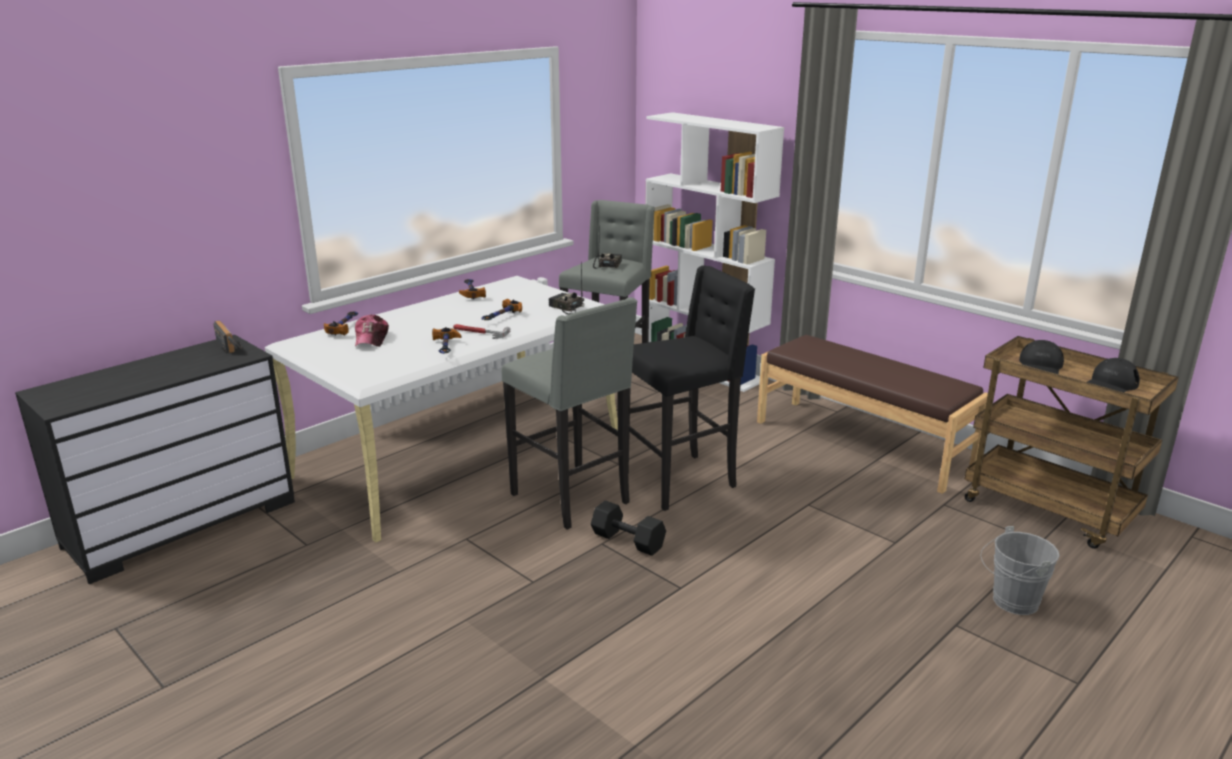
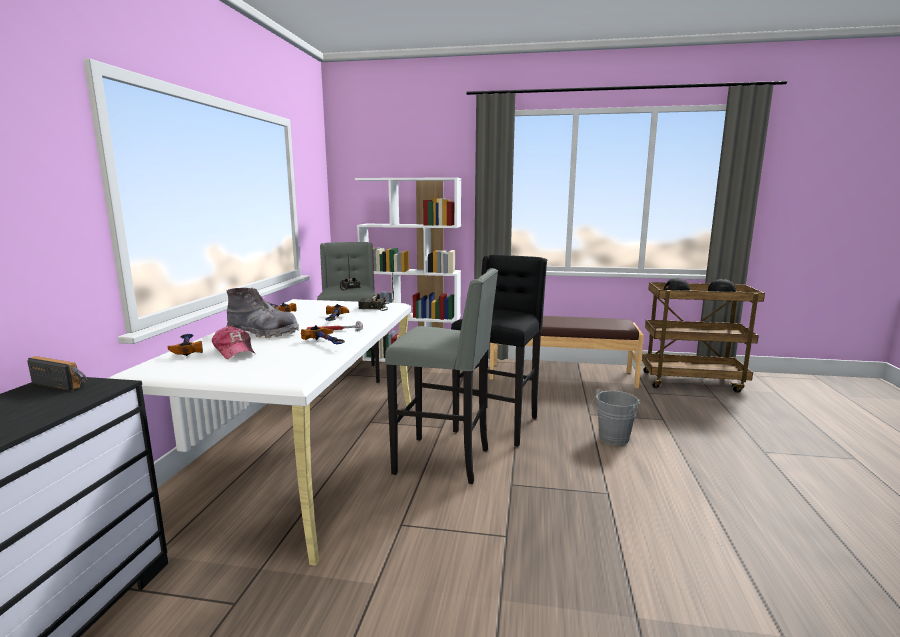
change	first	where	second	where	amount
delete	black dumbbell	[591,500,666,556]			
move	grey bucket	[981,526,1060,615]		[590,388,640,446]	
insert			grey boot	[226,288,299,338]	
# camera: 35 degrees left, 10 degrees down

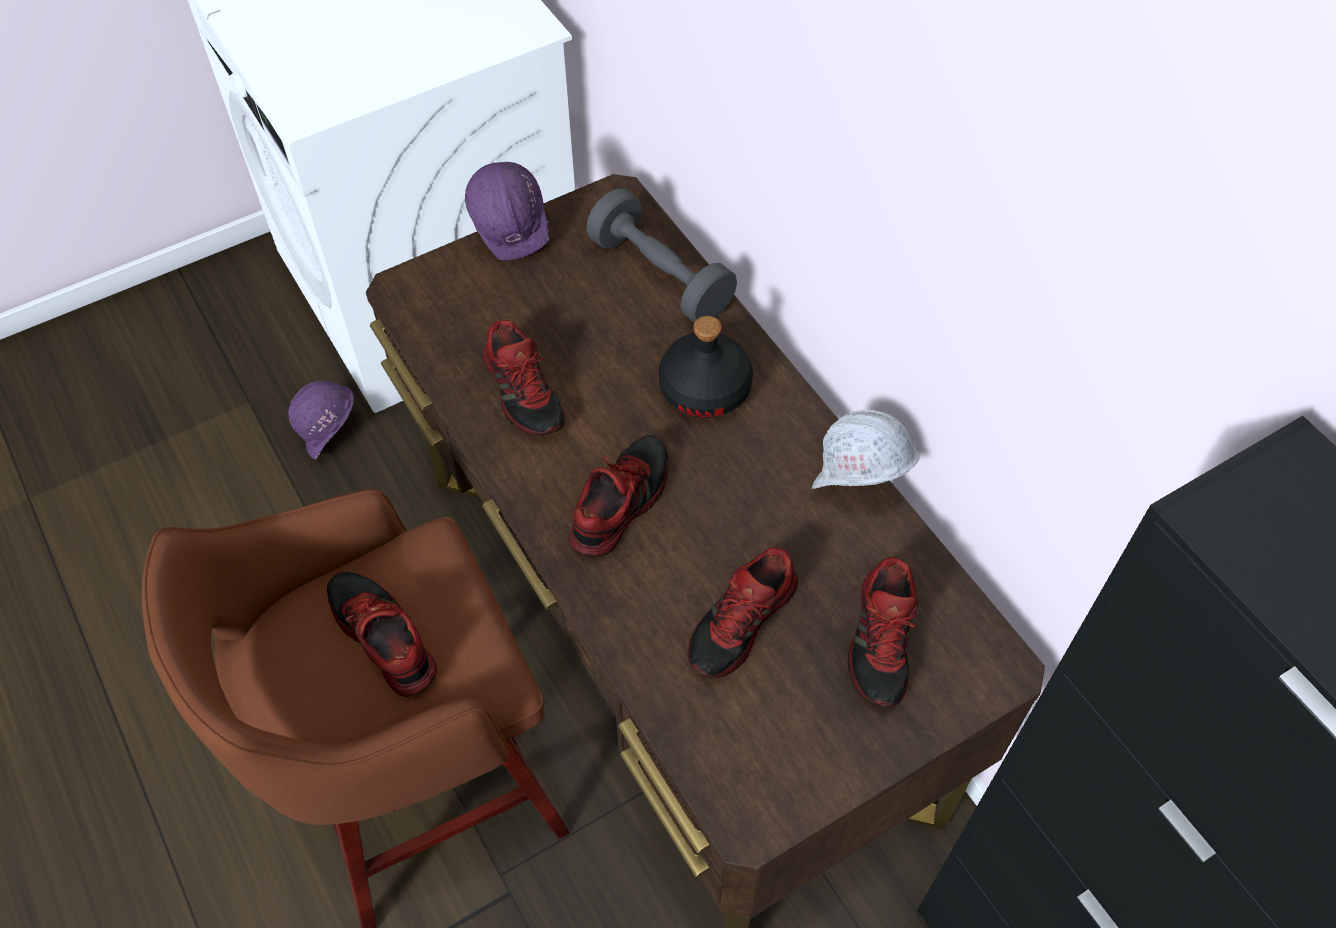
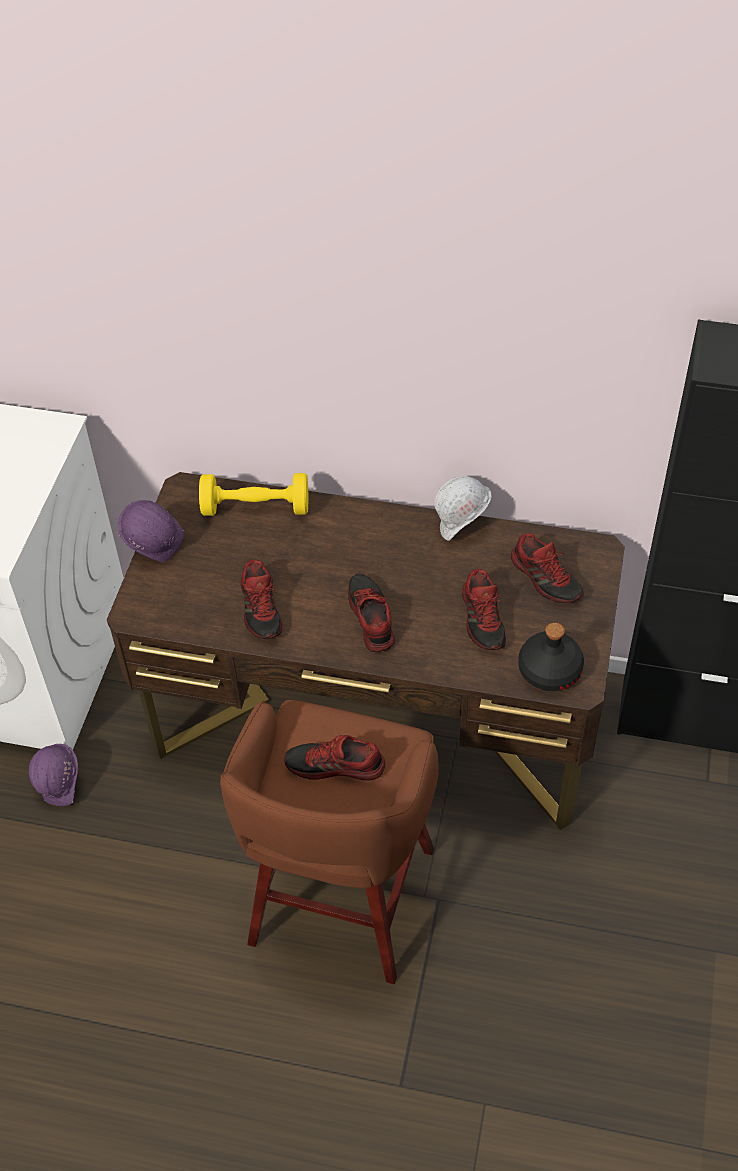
change	first	where	second	where	amount
recolor	grey dumbbell	[586,189,737,322]	yellow dumbbell	[199,473,308,516]	
move	black bottle	[659,316,753,418]		[518,622,584,691]	
rotate	shoe	[483,320,565,435]		[241,560,282,639]	60 degrees clockwise
# camera: 45 degrees left, 5 degrees down

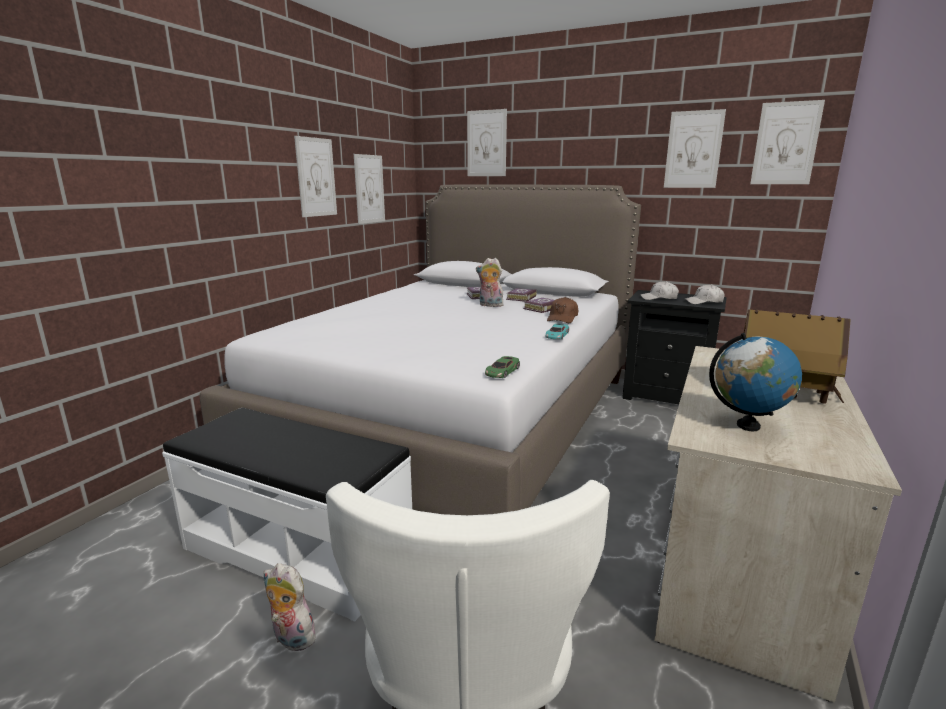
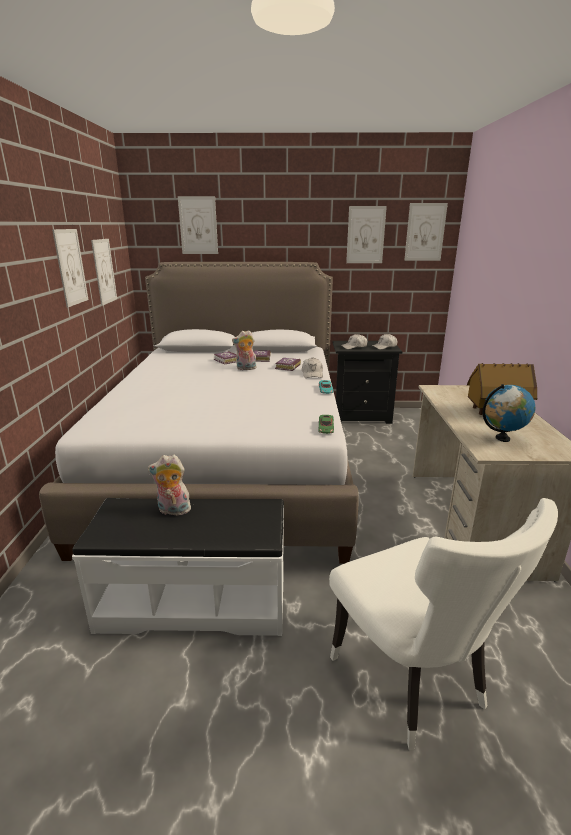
change	first	where	second	where	amount
recolor	brown cap	[547,297,578,323]	white cap	[302,357,323,378]	
move	plush toy	[263,563,321,651]		[148,455,191,515]	
# camera: 25 degrees left, 5 degrees up

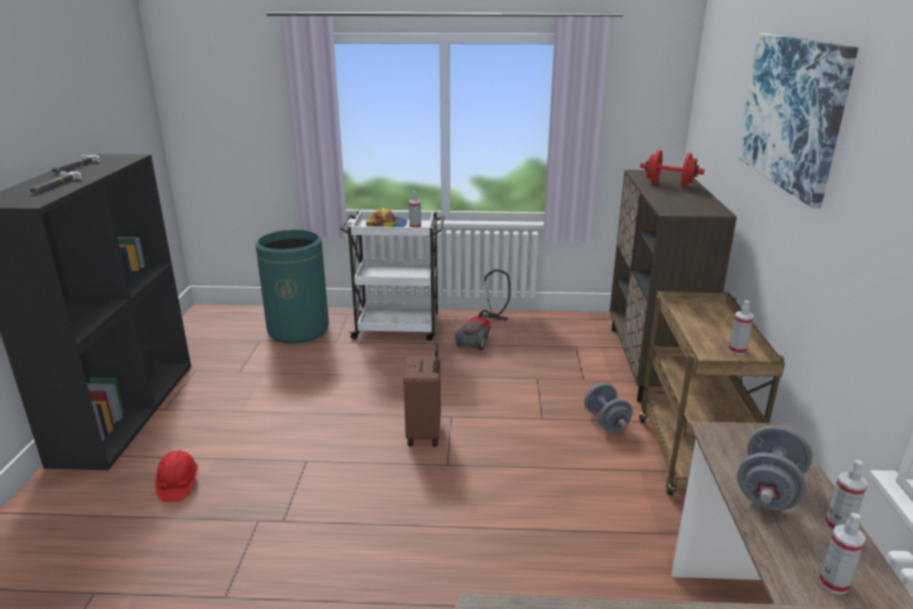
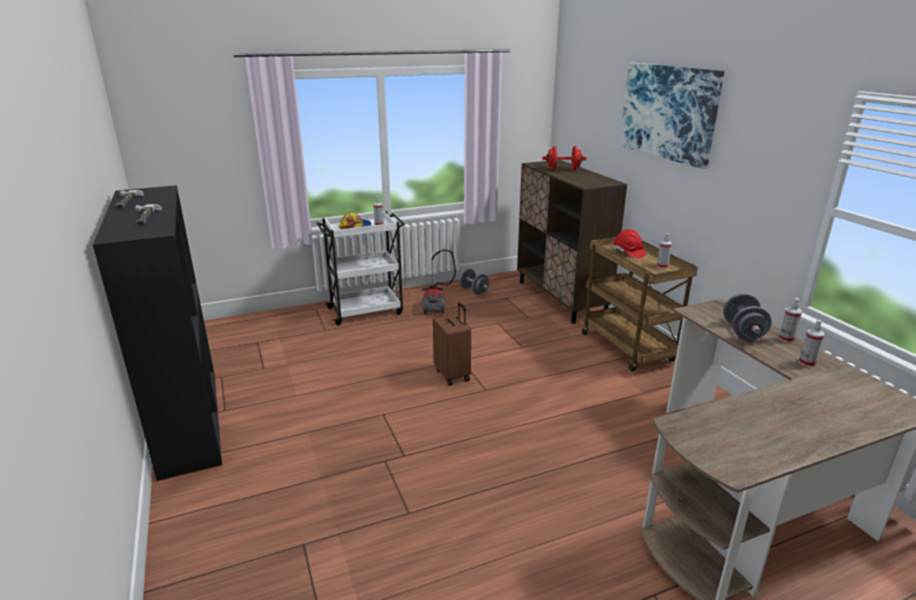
change	first	where	second	where	amount
delete	green trash can	[255,230,329,344]			
move	grey dumbbell	[584,383,633,432]		[459,269,489,295]	
move	red hard hat	[155,451,198,502]		[613,229,646,258]	
# camera: 25 degrees left, 0 degrees up

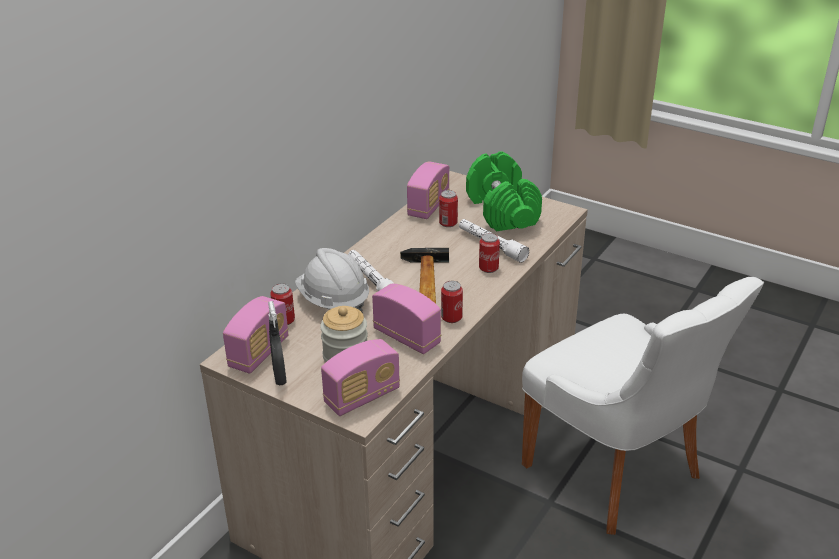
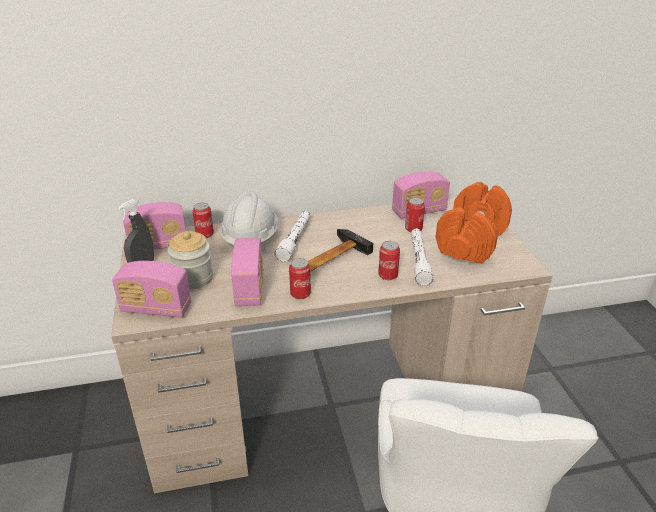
change	first	where	second	where	amount
recolor	green dumbbell	[466,151,542,231]	orange dumbbell	[436,182,512,264]	
# camera: 45 degrees right, 0 degrees up

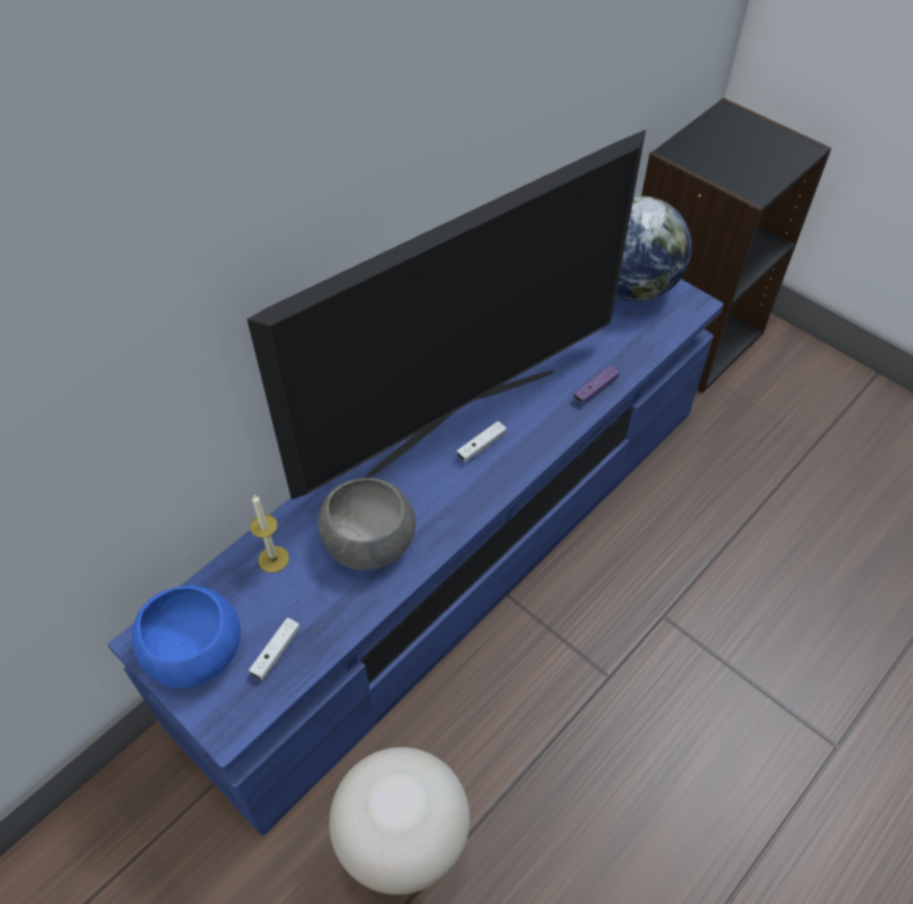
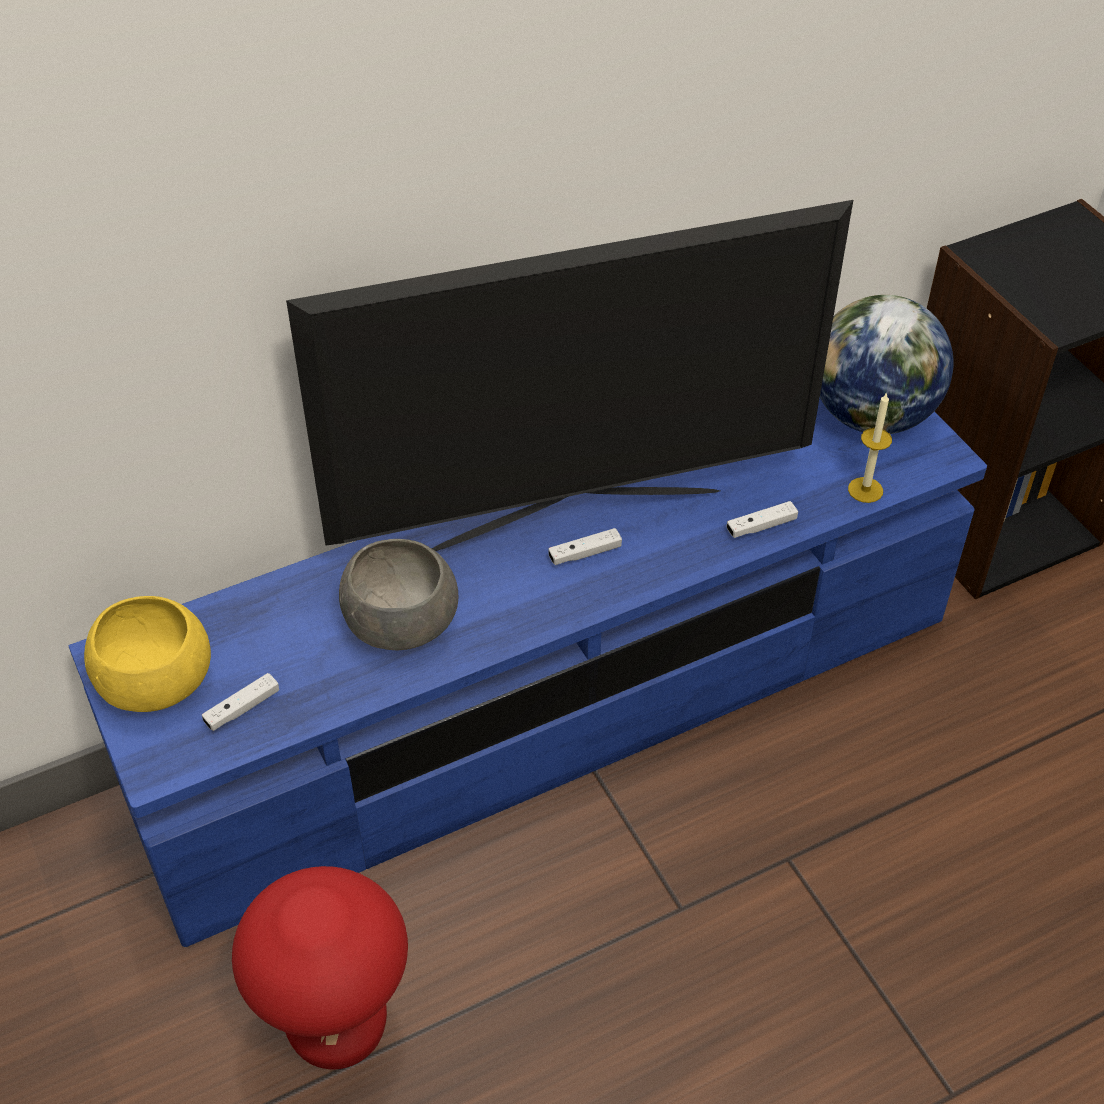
change	first	where	second	where	amount
recolor	purple game controller	[573,366,619,404]	white game controller	[727,501,798,538]	
move	candle	[250,495,289,573]		[848,392,892,503]	
recolor	blue bowl	[132,585,241,689]	yellow bowl	[84,596,211,712]	
recolor	beige stool	[329,747,470,895]	red stool	[232,866,408,1069]	
# camera: 20 degrees right, 5 degrees down

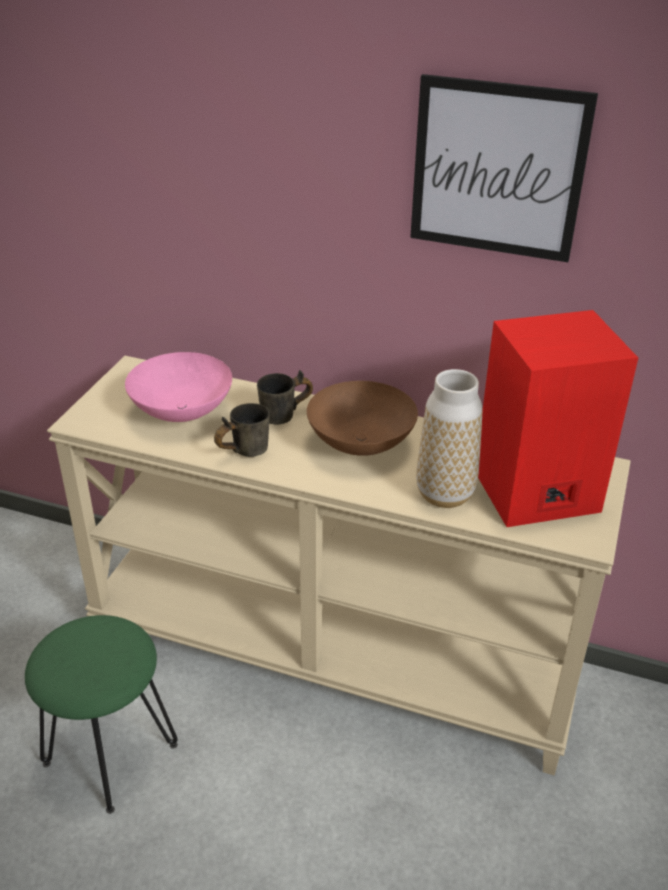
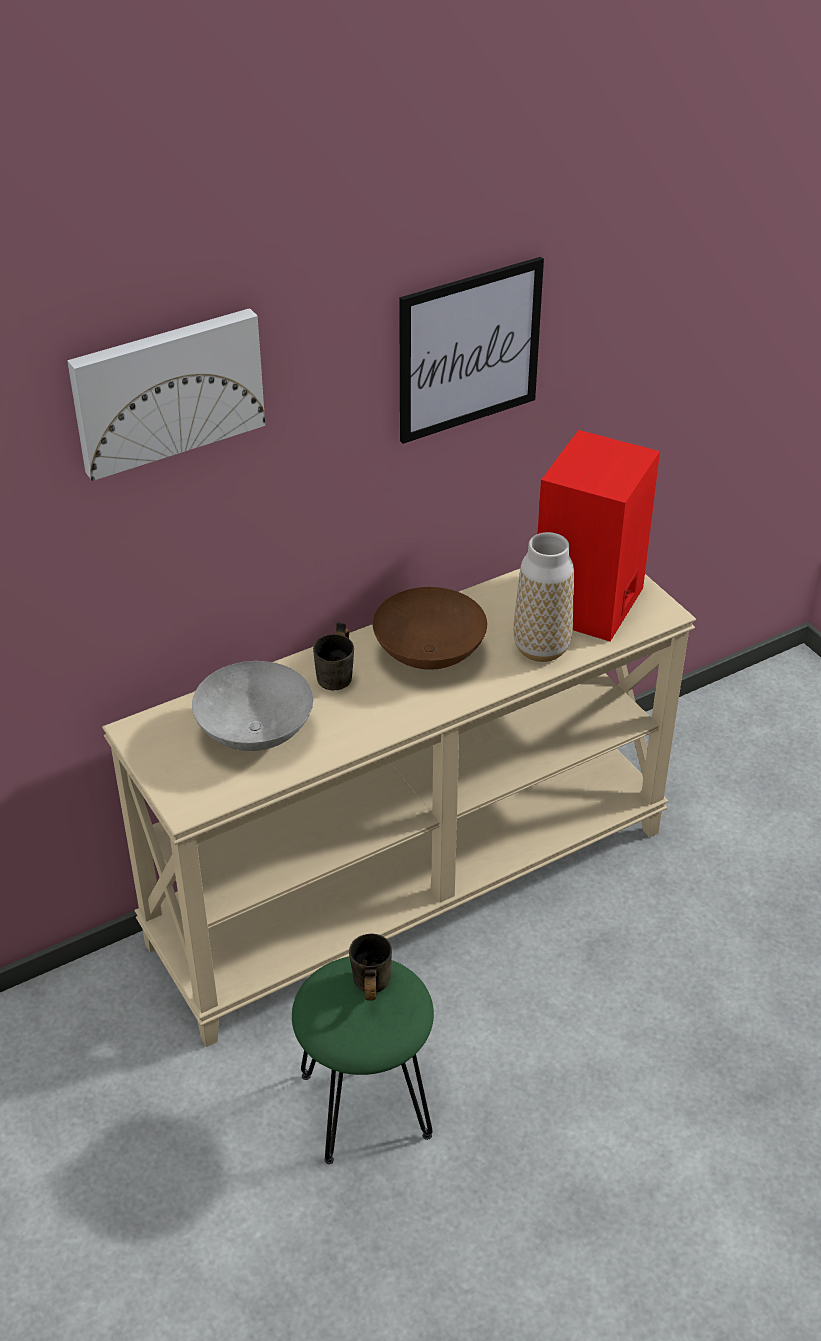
change	first	where	second	where	amount
recolor	pink bowl	[125,352,232,422]	grey bowl	[192,661,313,751]	
move	grey mug	[214,403,270,457]		[349,934,392,1001]	
insert			picture	[67,308,265,481]	
# camera: 50 degrees left, 5 degrees up

